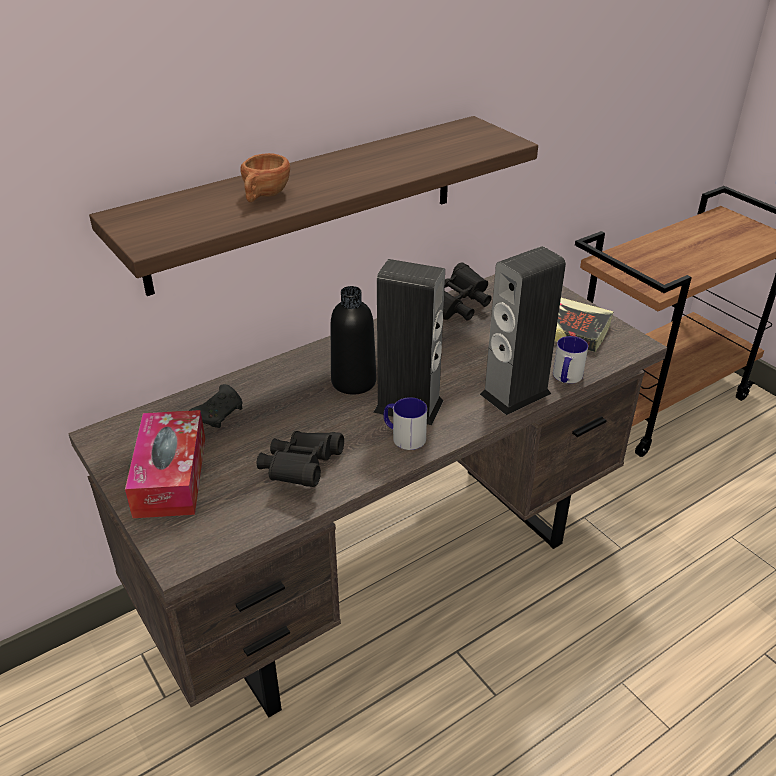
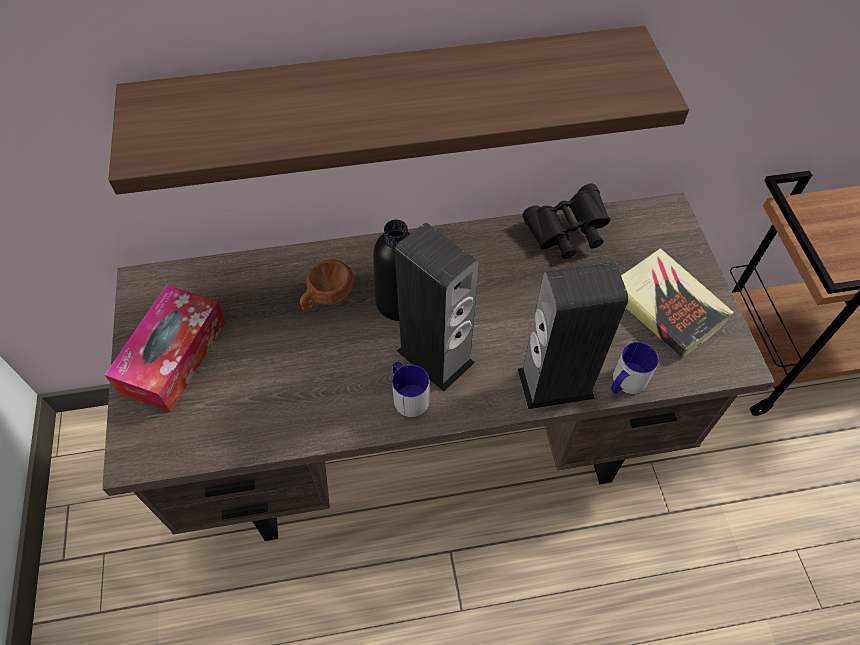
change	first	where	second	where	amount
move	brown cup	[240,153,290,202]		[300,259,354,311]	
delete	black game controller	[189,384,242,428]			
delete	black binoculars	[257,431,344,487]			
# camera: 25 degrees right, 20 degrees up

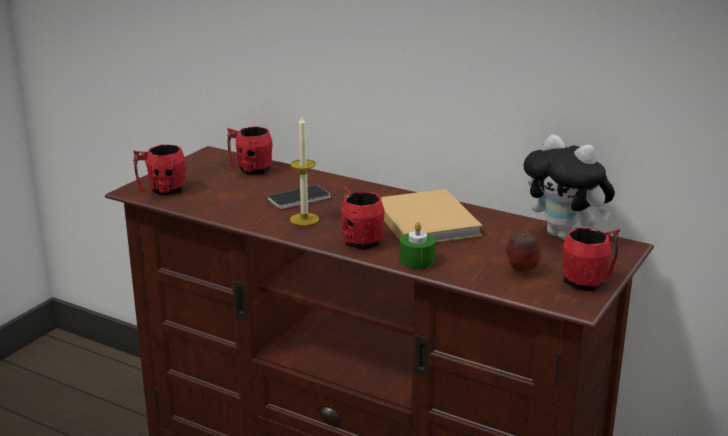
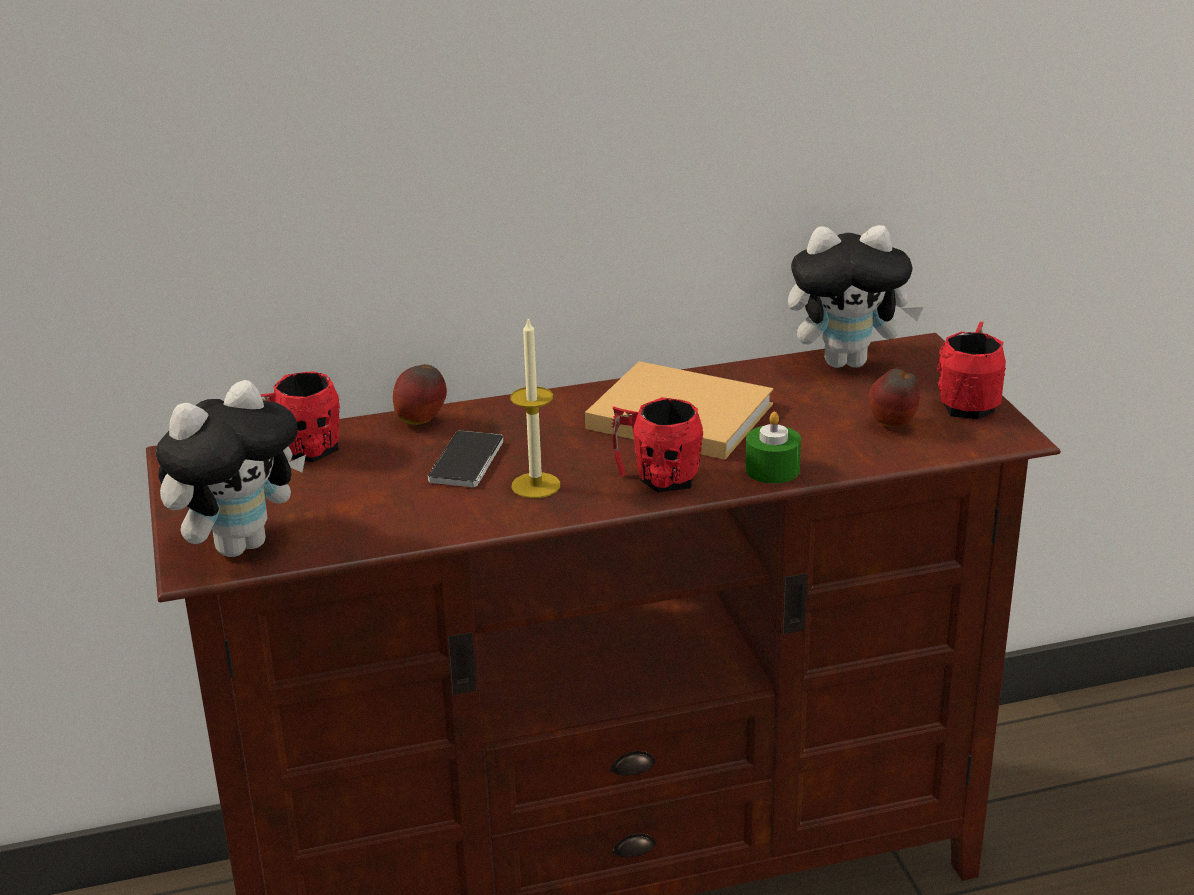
change	first	where	second	where	amount
replace	red mug	[133,145,186,196]	plush toy	[156,380,306,557]	
insert			apple	[393,364,447,425]	
# camera: 45 degrees left, 5 degrees up

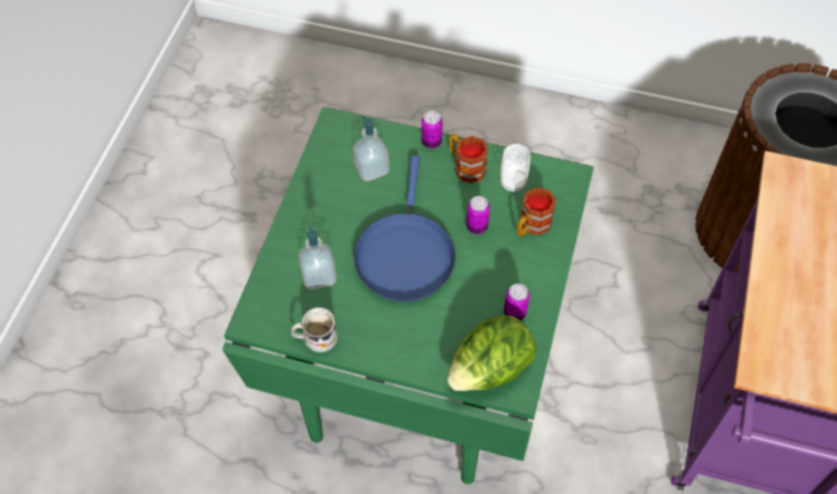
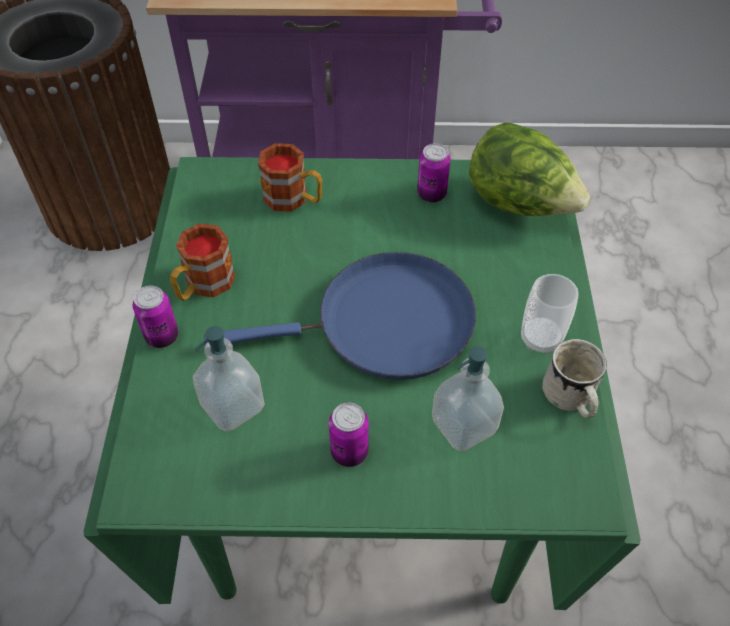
change	first	where	second	where	amount
move	cup	[500,144,530,192]		[521,274,578,354]	
move	can	[466,196,490,234]		[329,402,369,467]	
# camera: 105 degrees left, 5 degrees down

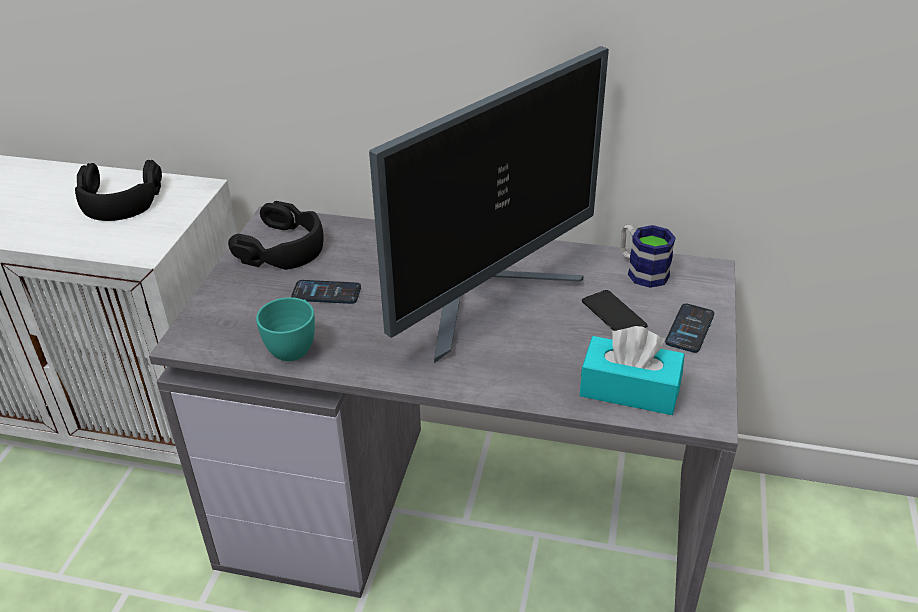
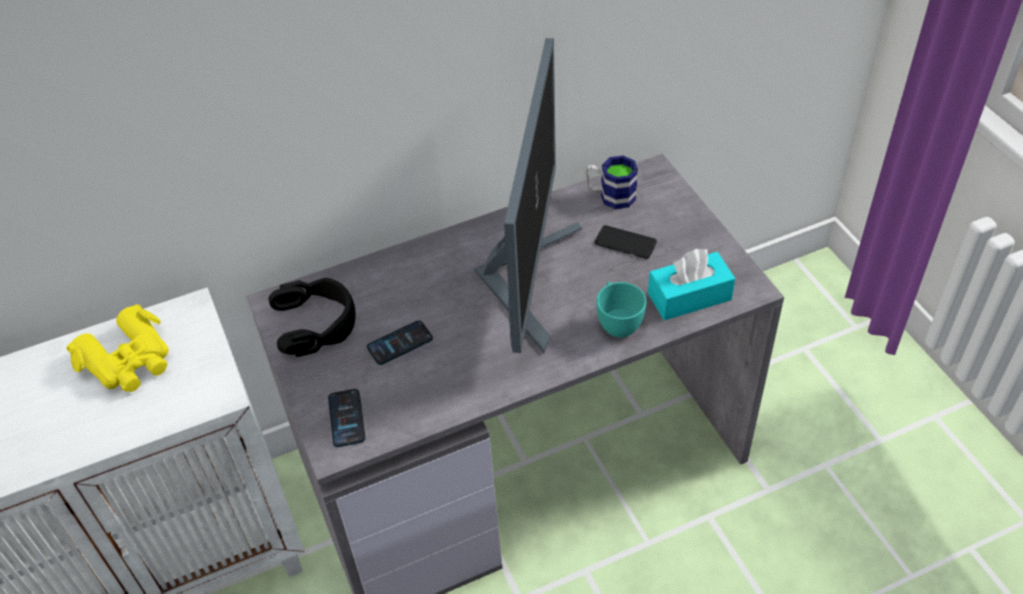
change	first	where	second	where	amount
replace	black headphones	[75,160,162,221]	yellow binoculars	[66,304,169,392]	
move	turquoise cup	[256,297,315,361]		[596,282,646,338]	
move	phone	[665,303,714,353]		[328,389,365,447]	
# camera: 35 degrees left, 10 degrees up

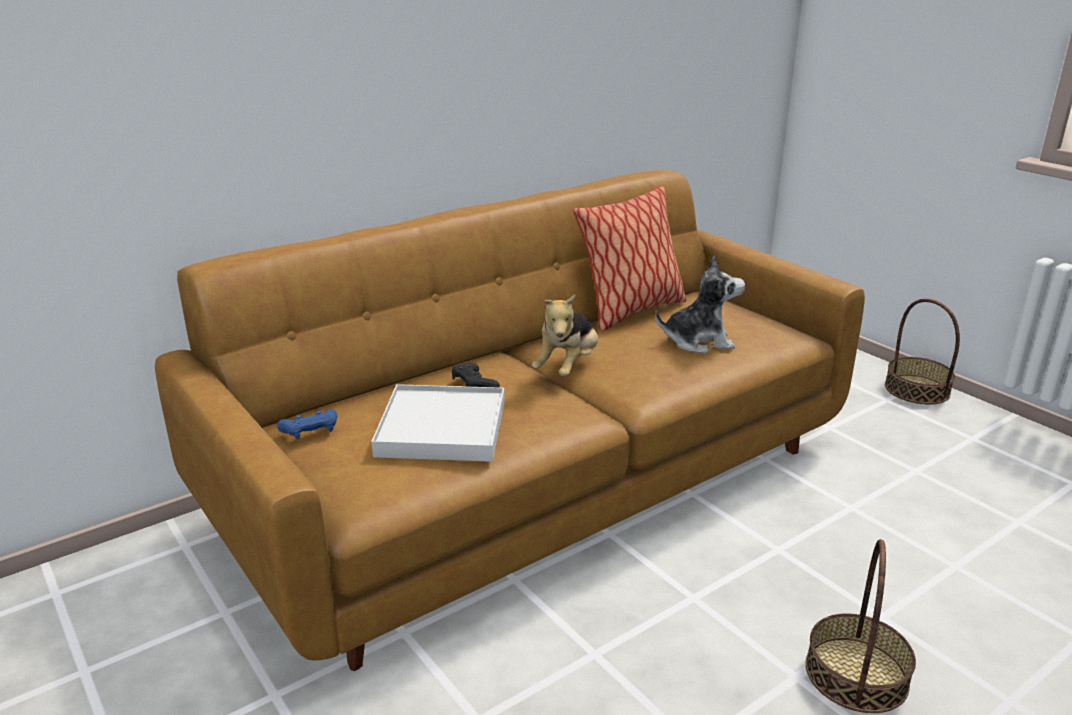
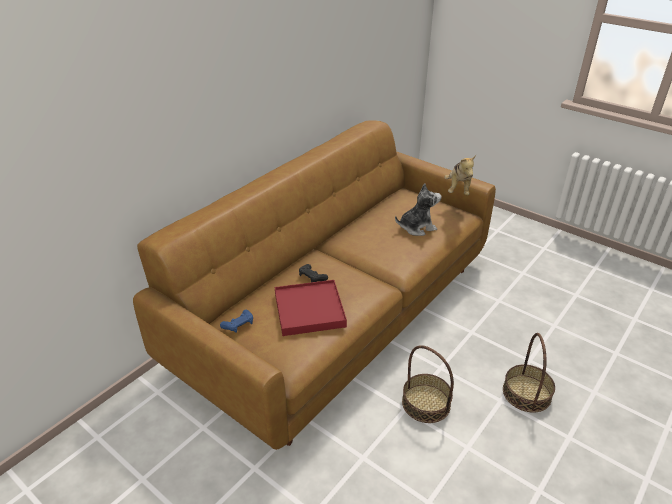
change	first	where	second	where	amount
delete	pillow	[573,186,686,331]			
move	plush toy	[532,295,598,377]		[444,155,476,196]	
move	basket	[885,299,960,404]		[402,345,454,423]	
recolor	white tray	[371,384,505,462]	red tray	[275,280,347,336]	
# camera: 15 degrees left, 10 degrees up

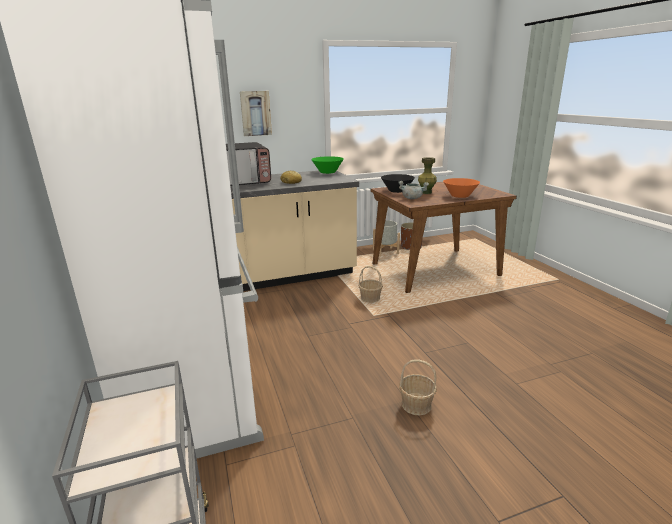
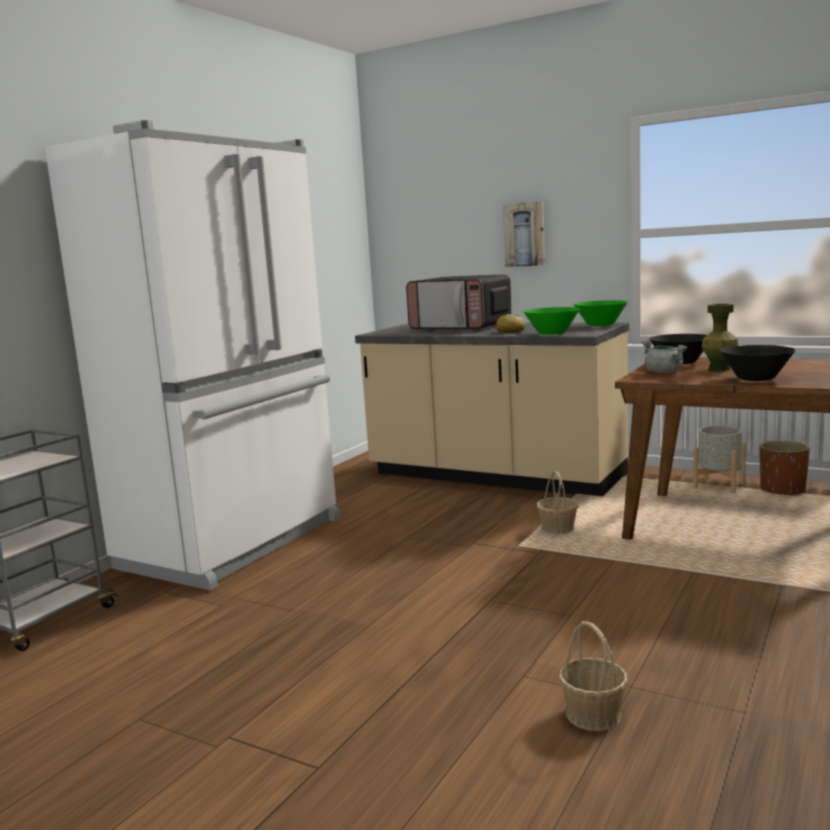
change	first	where	second	where	amount
recolor	orange bowl	[443,178,480,198]	black bowl	[719,345,796,381]	
move	basket	[399,359,437,415]		[559,621,628,731]	
insert			green bowl	[523,307,580,335]	
# camera: 50 degrees right, 10 degrees down

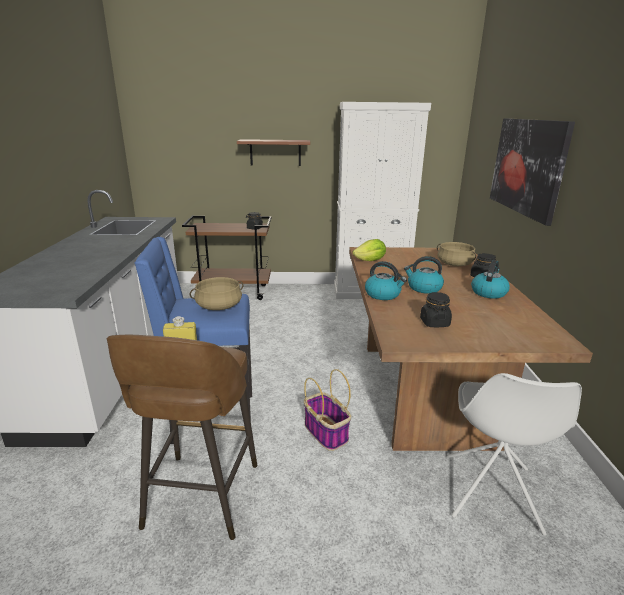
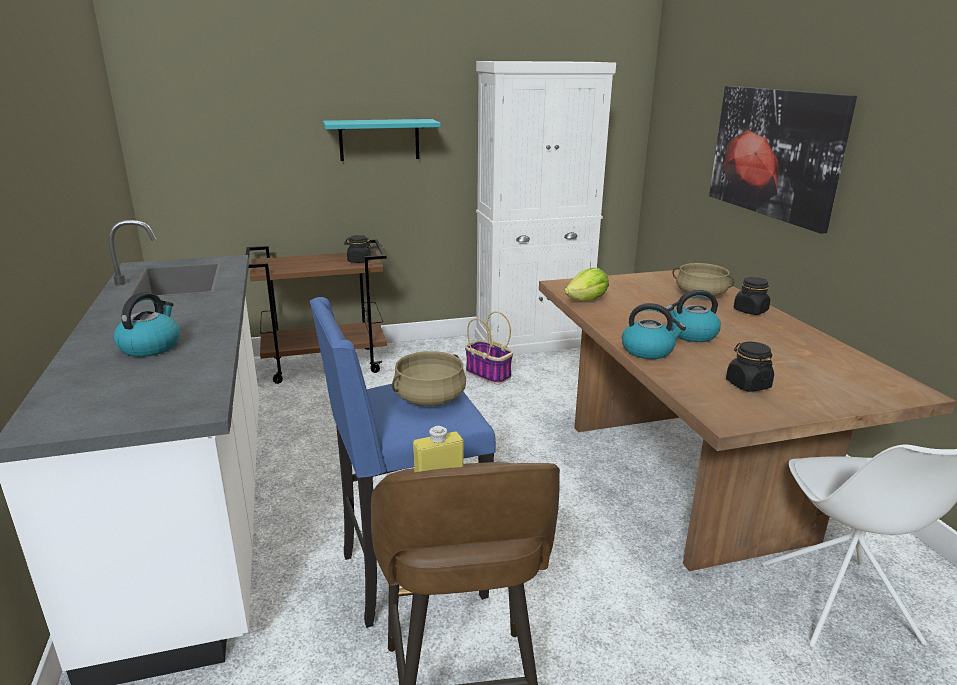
change	first	where	second	where	amount
recolor	brown shelf	[237,139,310,166]	turquoise shelf	[323,119,441,161]	
move	kettle	[471,260,510,299]		[113,292,180,357]	
move	basket	[304,369,351,451]		[465,311,513,384]	
# camera: 15 degrees left, 0 degrees up

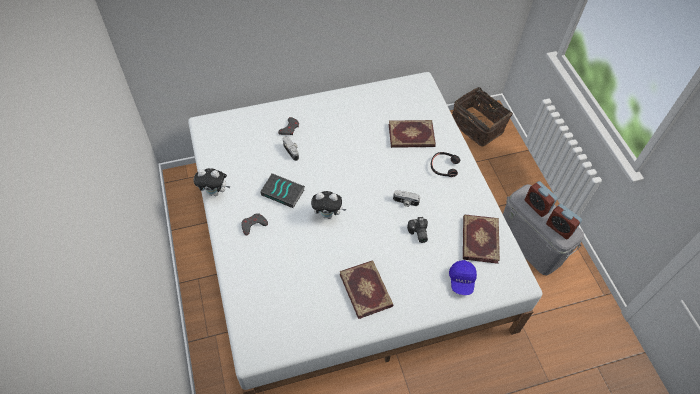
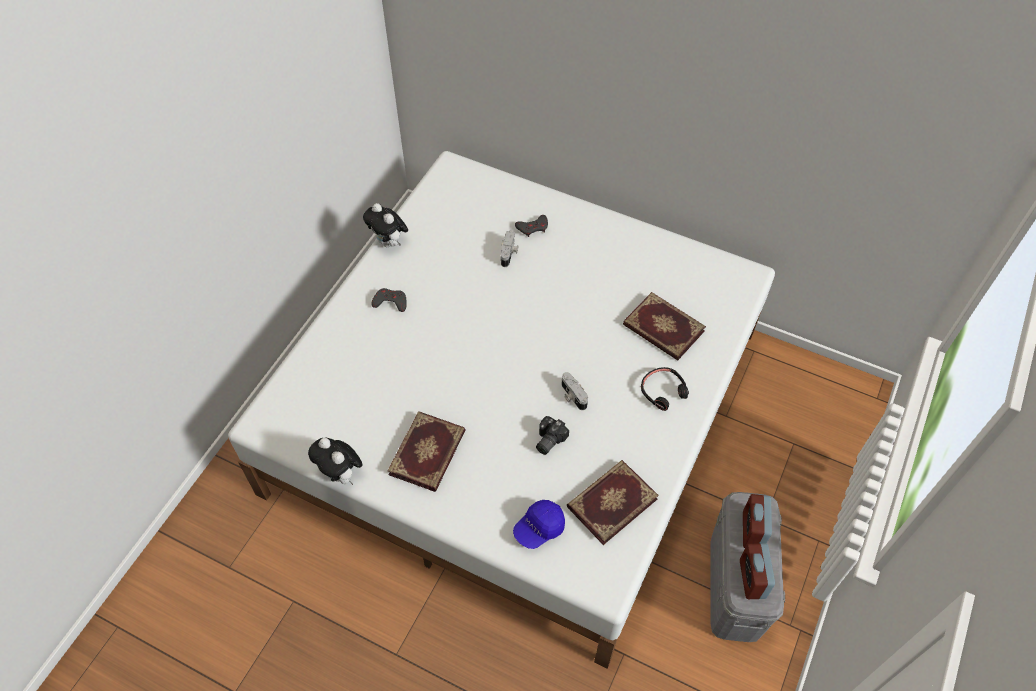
change	first	where	second	where	amount
delete	basket	[452,86,513,147]			
delete	book	[260,173,305,208]			
move	plush toy	[311,191,346,219]		[308,438,363,485]	
# camera: 45 degrees right, 0 degrees up

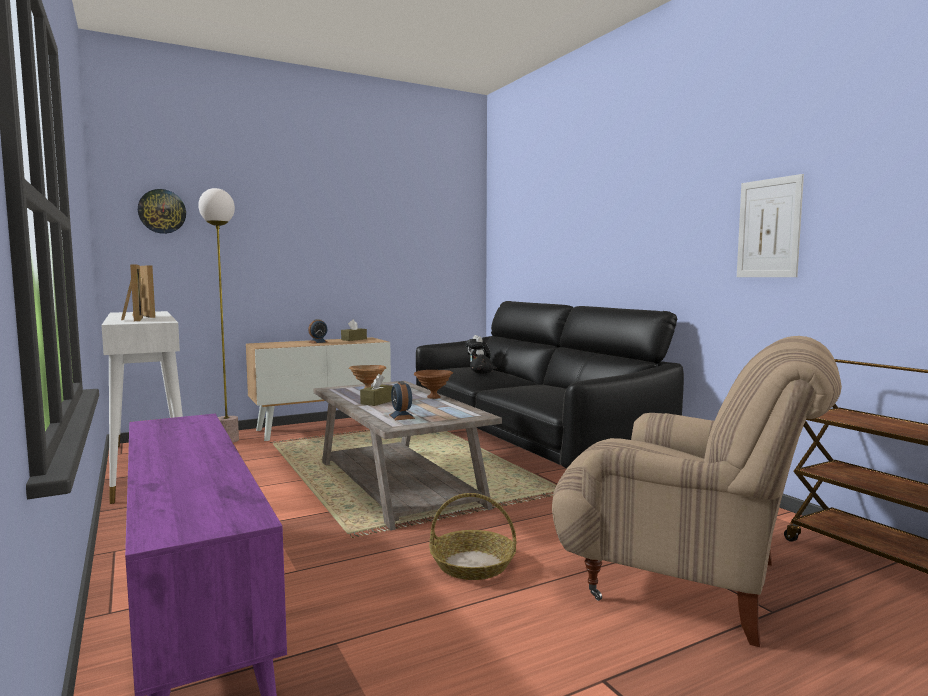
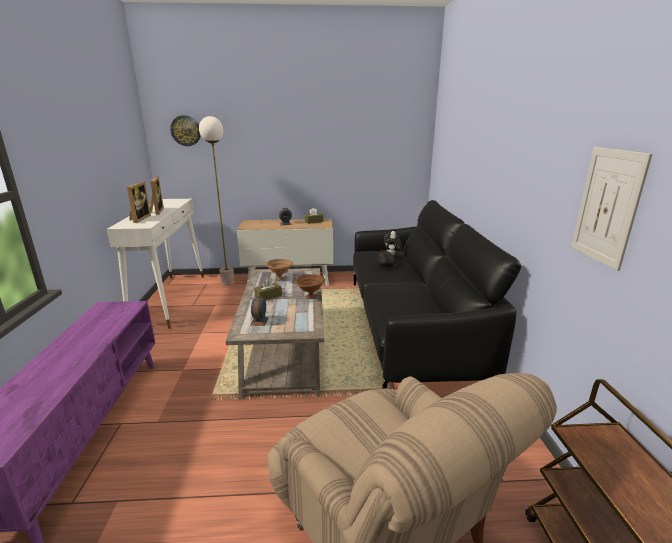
change	first	where	second	where	amount
delete	basket	[429,493,517,580]			
# camera: 25 degrees right, 15 degrees up

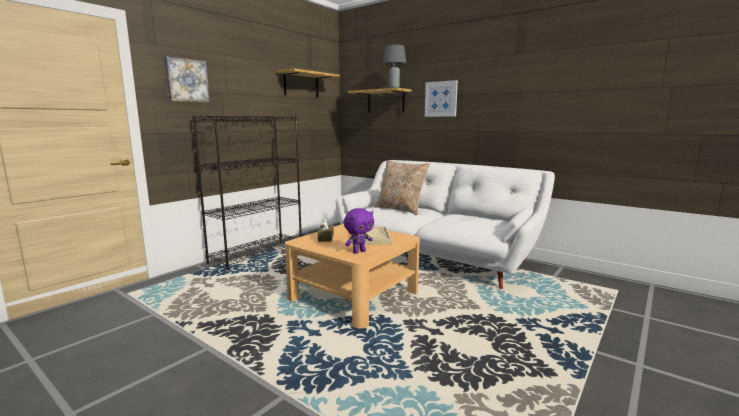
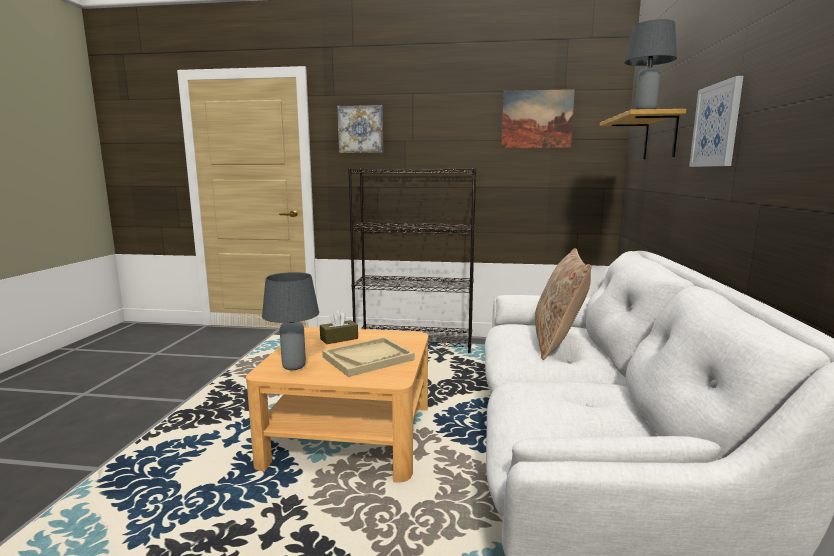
change	first	where	second	where	amount
replace	shelf	[277,69,340,97]	picture	[501,89,575,148]	
replace	purple plush toy	[344,208,374,254]	grey table lamp	[262,272,319,370]	
# camera: 60 degrees right, 0 degrees up

